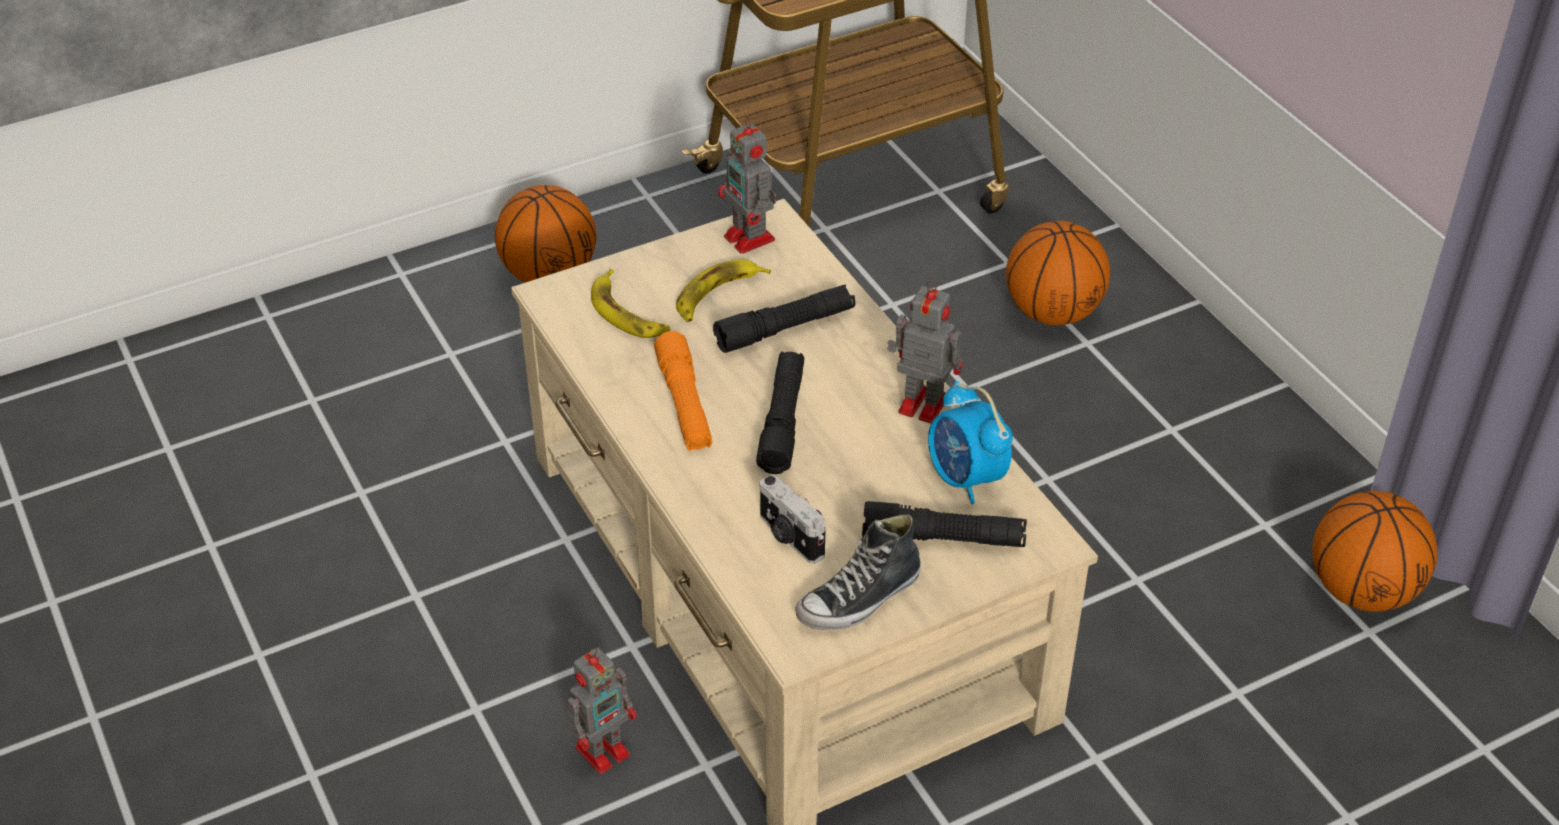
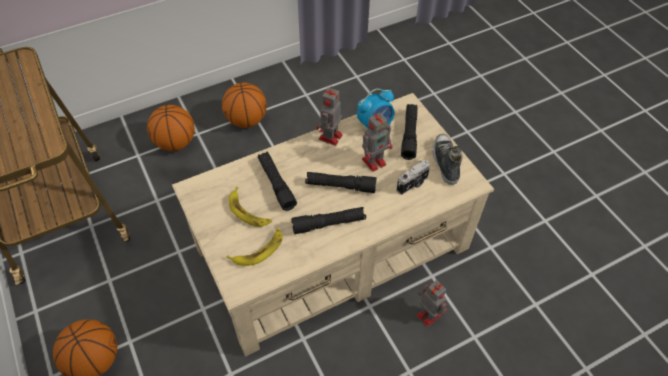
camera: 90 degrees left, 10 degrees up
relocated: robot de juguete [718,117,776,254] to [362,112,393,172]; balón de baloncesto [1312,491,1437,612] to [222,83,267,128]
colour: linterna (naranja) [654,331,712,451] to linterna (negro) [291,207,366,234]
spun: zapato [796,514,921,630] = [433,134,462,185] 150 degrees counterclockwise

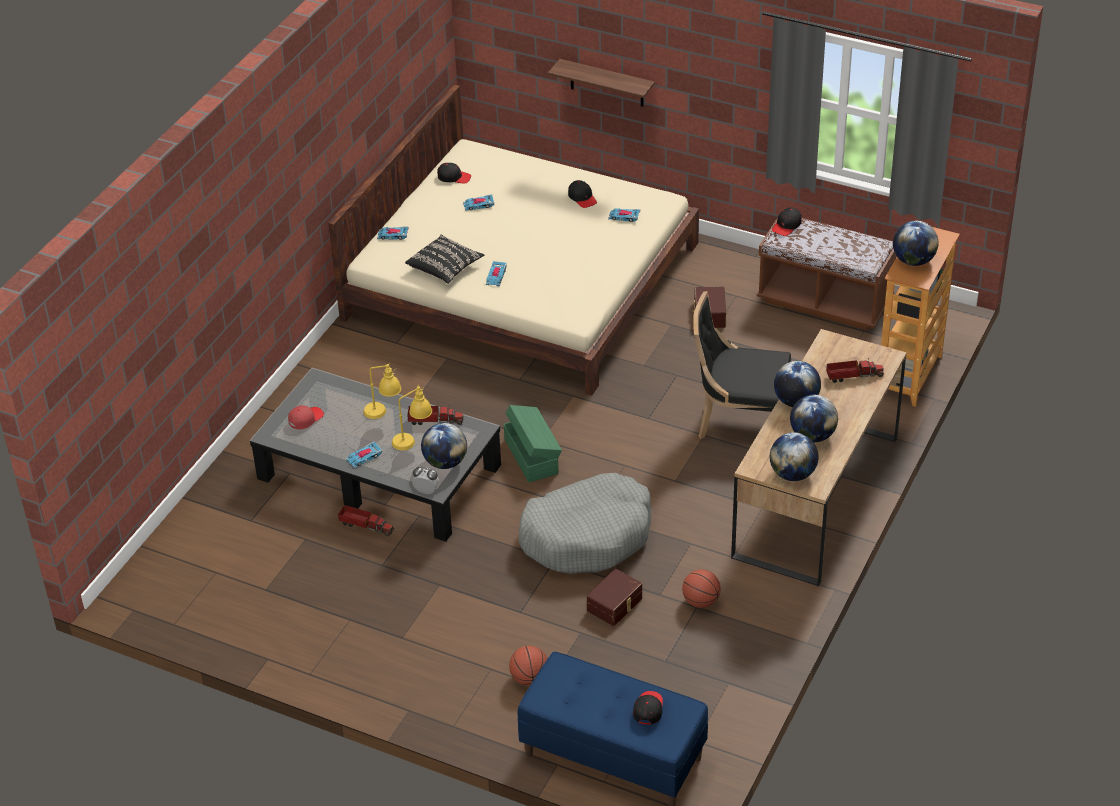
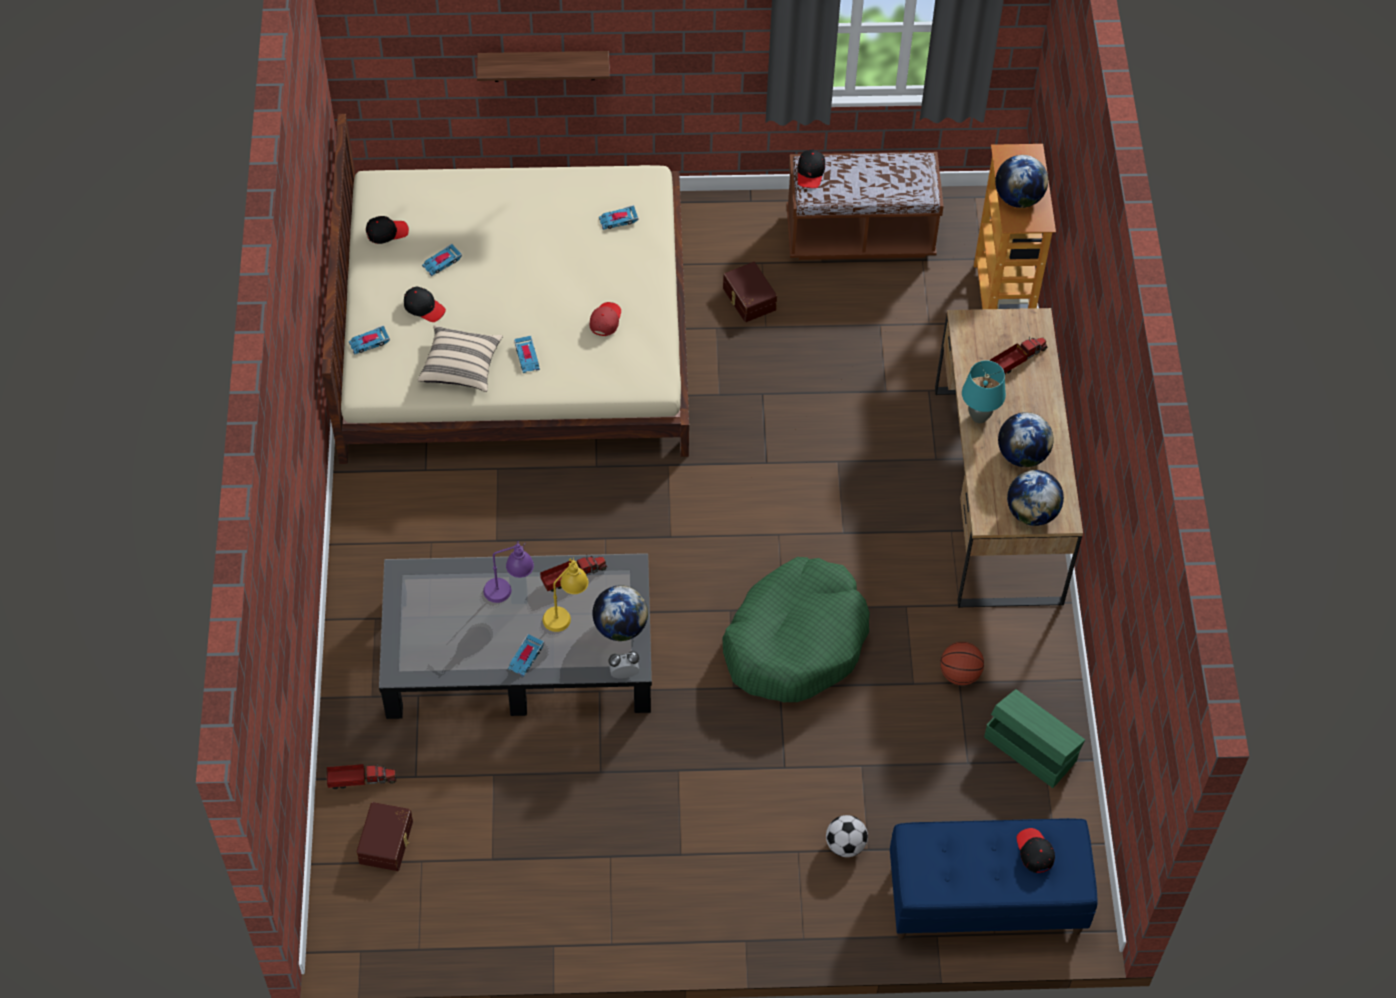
camera: 30 degrees left, 15 degrees up
missing: silla (negro) [693,291,791,439]
relocated: gorra (rojo) [288,405,324,429] to [590,302,621,336]; camión de juguete [338,505,394,536] to [326,764,396,789]; caja de almacenaje (verde) [504,405,562,483] to [984,689,1085,788]; gorra (negro) [568,180,597,208] to [404,287,446,322]; caja de almacenaje (marrón) [587,569,642,626] to [357,802,413,871]
exchanged: balón de baloncesto [509,646,547,686] to balón de fútbol [826,815,868,857]; globo terráqueo [774,361,821,407] to lámpara de mesa (turquesa) [962,360,1006,423]
colour: lámpara de mesa (amarillo) [363,363,401,419] to lámpara de mesa (morado) [483,541,534,603]; cojín (negro) [405,234,484,284] to cojín (beis) [418,325,503,392]; cama para perro (gris) [518,473,651,574] to cama para perro (verde) [722,557,870,702]

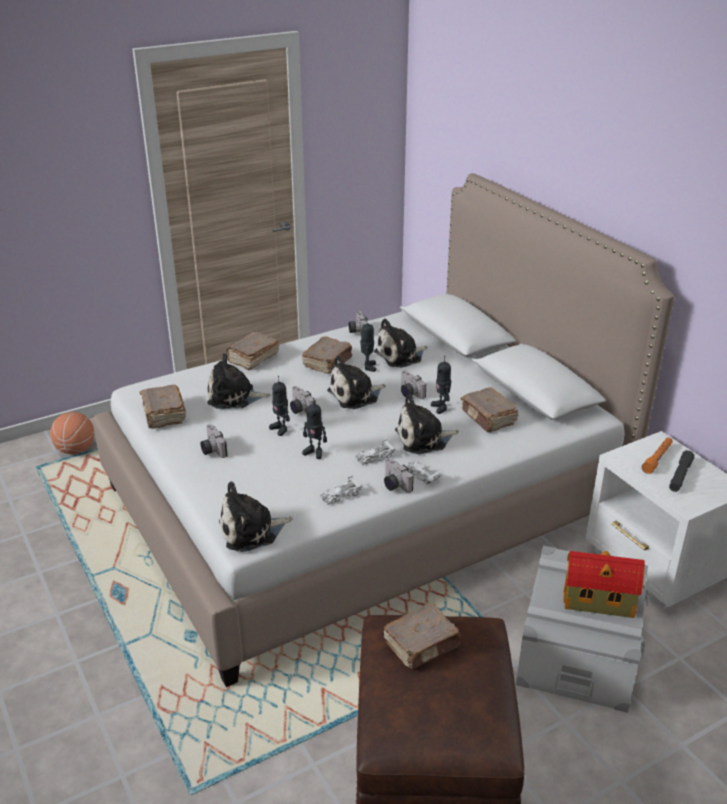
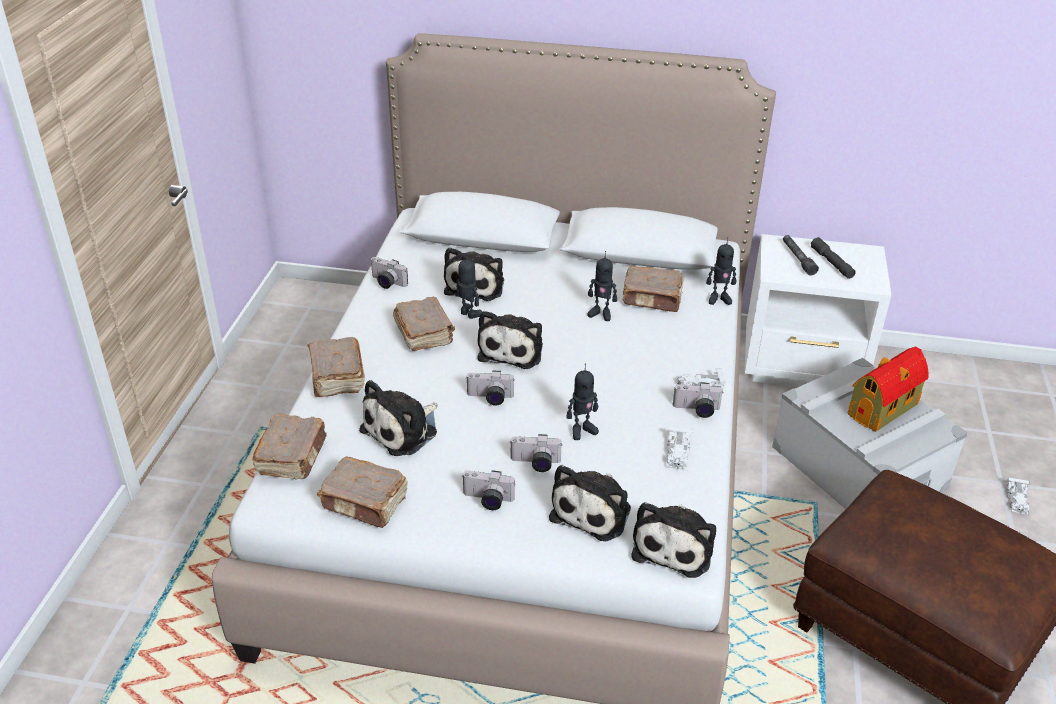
camera: 50 degrees left, 5 degrees up
missing: balón de baloncesto [50,412,94,454]
relocated: robot de juguete [269,376,290,436] to [706,237,736,305]; coche de juguete (blanco) [356,440,395,465] to [1007,477,1030,514]; libro (marrón) [384,604,461,669] to [252,414,327,480]; peluche [395,394,459,454] to [549,465,631,541]; cámara [401,371,426,399] to [510,434,562,472]
colour: linterna (naranja) [642,437,673,474] to linterna (gris) [783,235,819,276]

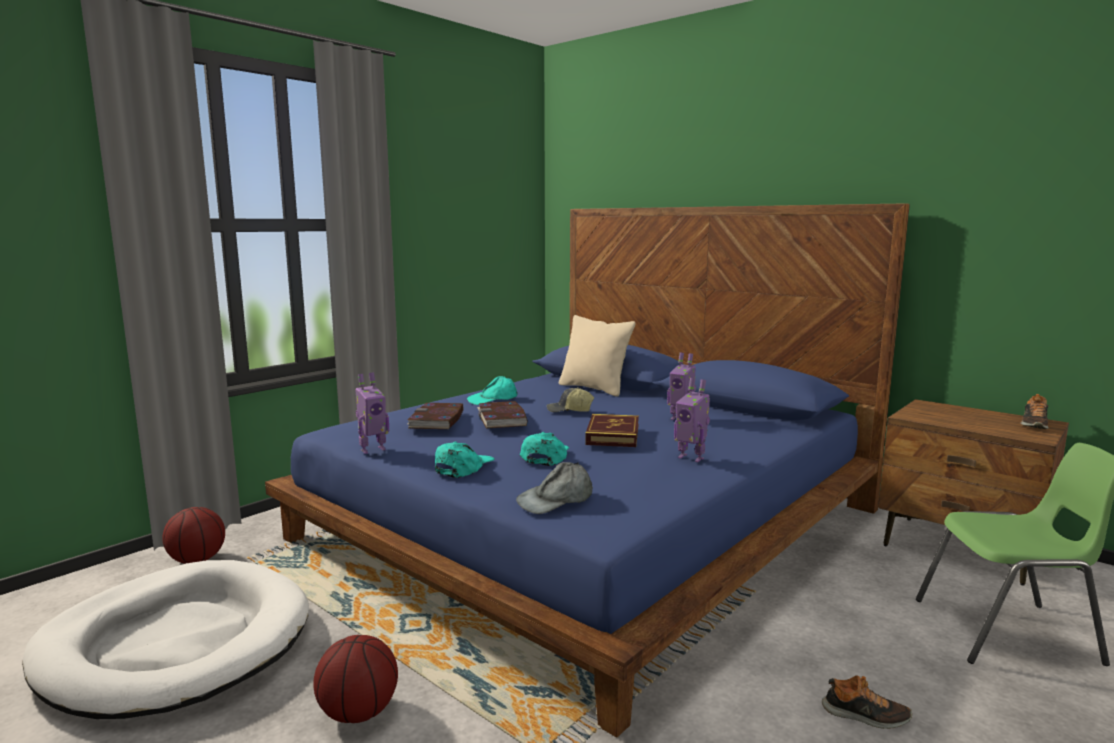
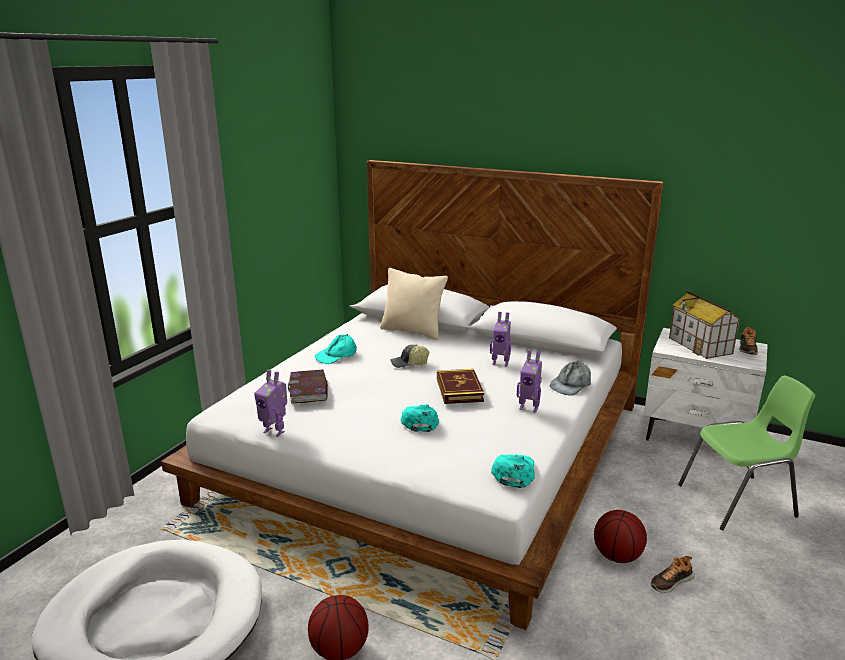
camera: 15 degrees left, 10 degrees up
missing: libro [477,401,528,428]
appeared: casita [669,291,741,359]
relocated: balón de baloncesto [162,507,225,564] to [594,510,647,563]; gorra (turquesa) [435,442,495,478] to [491,455,535,488]; gorra (gris) [516,462,593,514] to [550,361,591,396]
colour: cama (azul) [265,203,910,737] to cama (blanco) [161,160,664,630]; mesita de noche (marrón) [878,399,1069,586] to mesita de noche (blanco) [644,328,768,441]
spun: robot de juguete [355,372,389,454] = [254,370,287,437] 75 degrees clockwise; zapato [822,675,912,729] = [651,556,694,593] 150 degrees clockwise

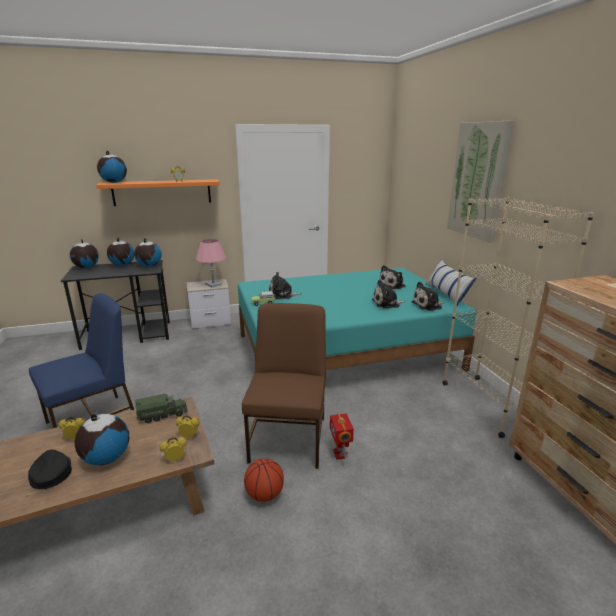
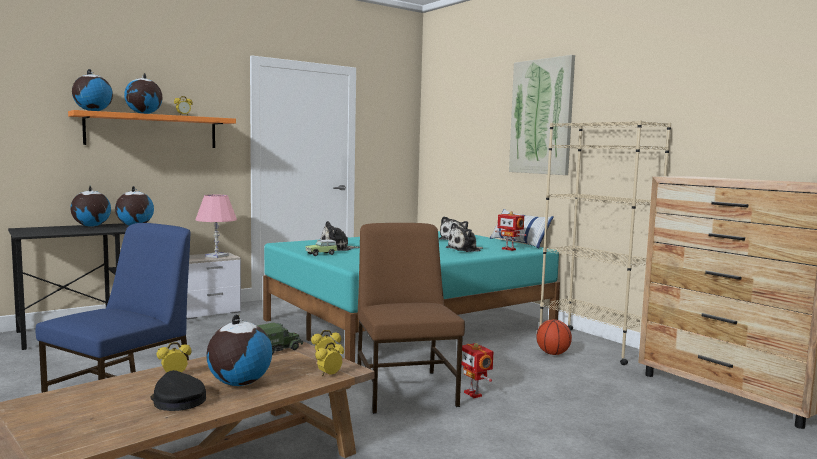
camera: 20 degrees left, 15 degrees down
relocated: globo terráqueo [70,239,99,268] to [124,73,162,114]; balón de baloncesto [244,458,284,502] to [536,319,572,355]
exchanged: peluche [411,282,444,311] to robot de juguete [495,211,526,251]

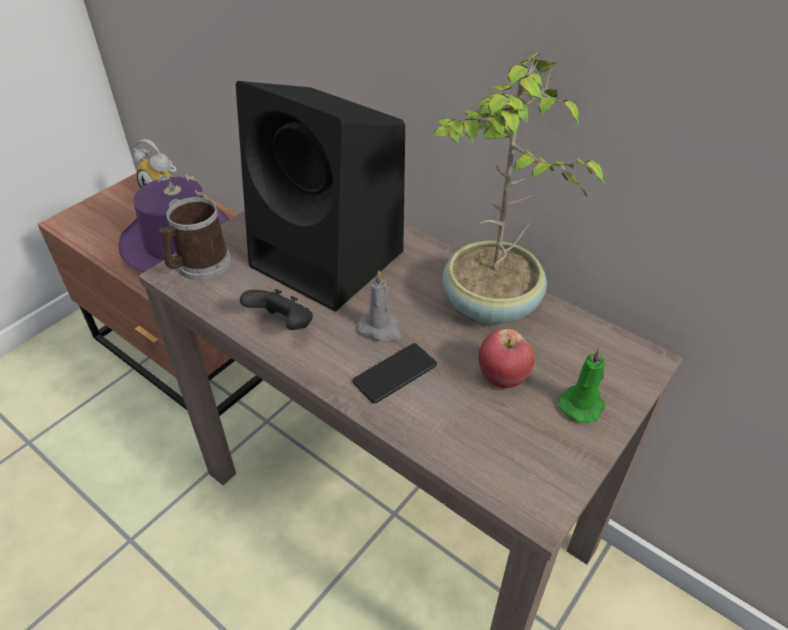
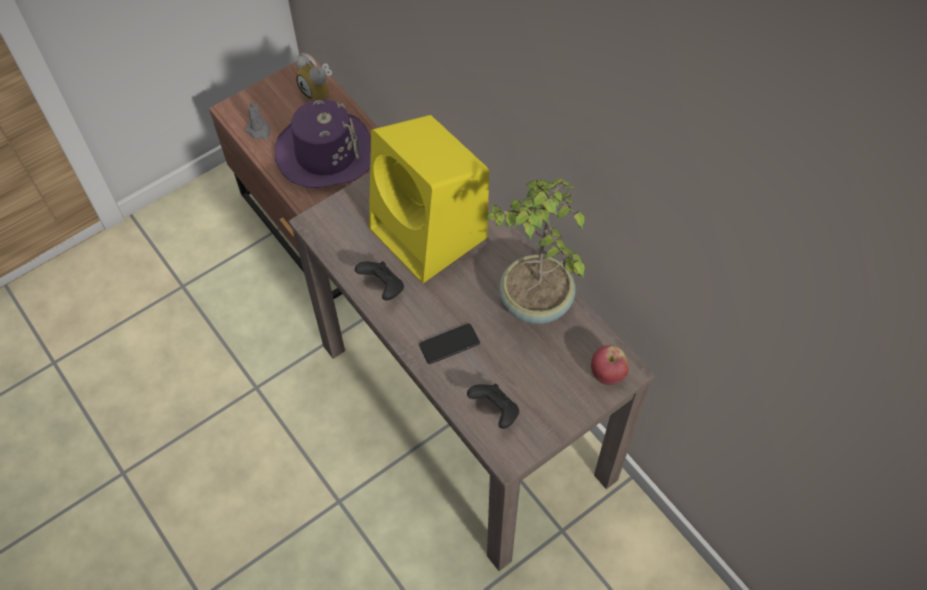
camera: 15 degrees right, 15 degrees up
missing: taza grande [158,197,231,280]; vela (verde) [558,347,606,424]
appeared: mando de consola (negro) [467,384,519,429]
relocated: vela (gris) [358,270,402,341] to [246,100,271,140]; manzana [478,329,534,388] to [591,345,629,385]
colour: altavoz (negro) [236,81,405,311] to altavoz (amarillo) [369,115,489,284]

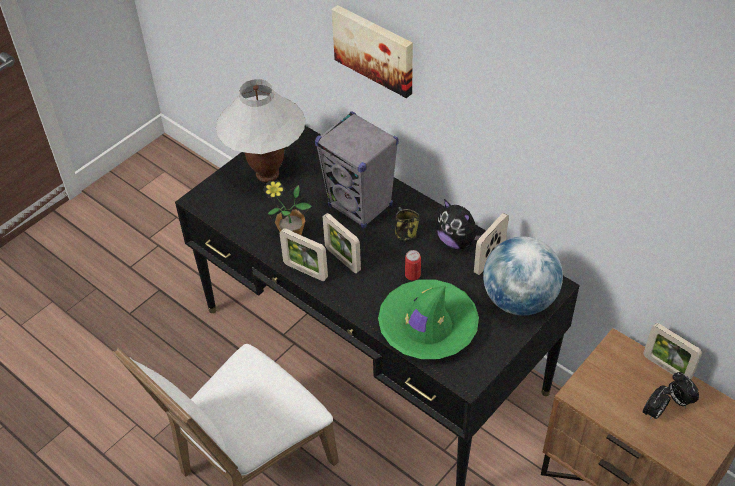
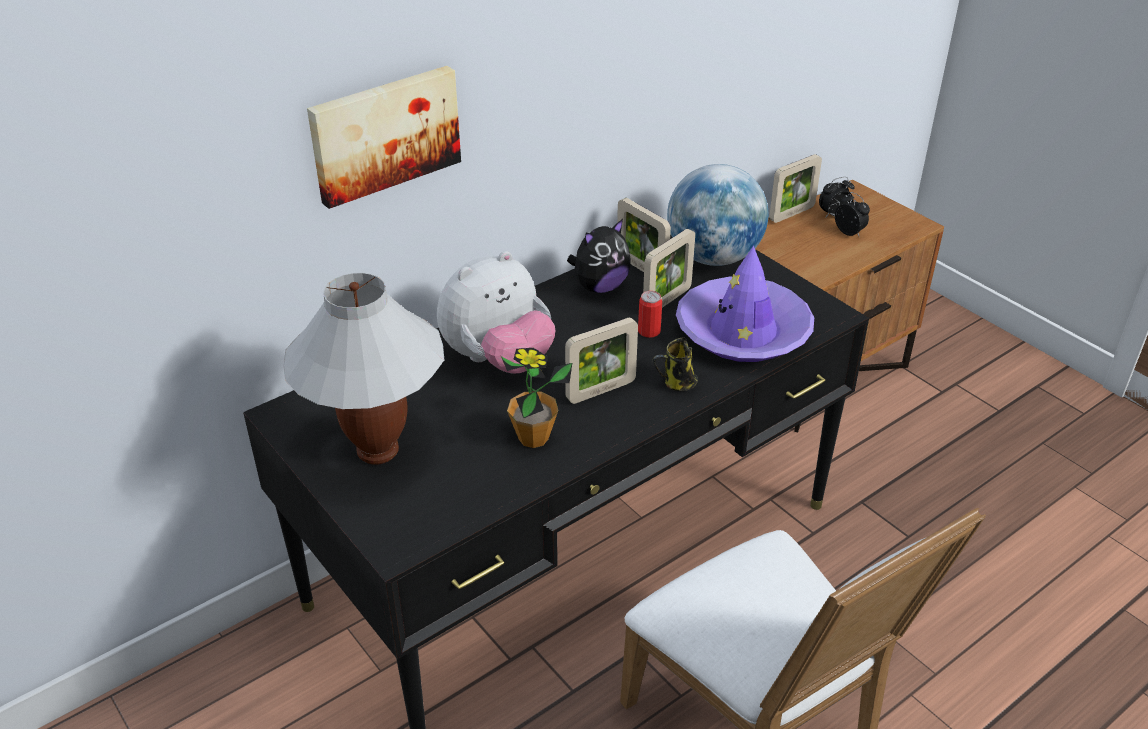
camera: 80 degrees left, 10 degrees down
relocated: portarretratos [280,228,328,281] to [643,229,695,308]; taza grande [395,207,419,241] to [652,337,698,391]
exchanged: altavoz (gris) [315,111,399,229] to peluche [437,251,556,374]
colour: sombrero (verde) [378,279,479,359] to sombrero (morado) [676,246,814,362]

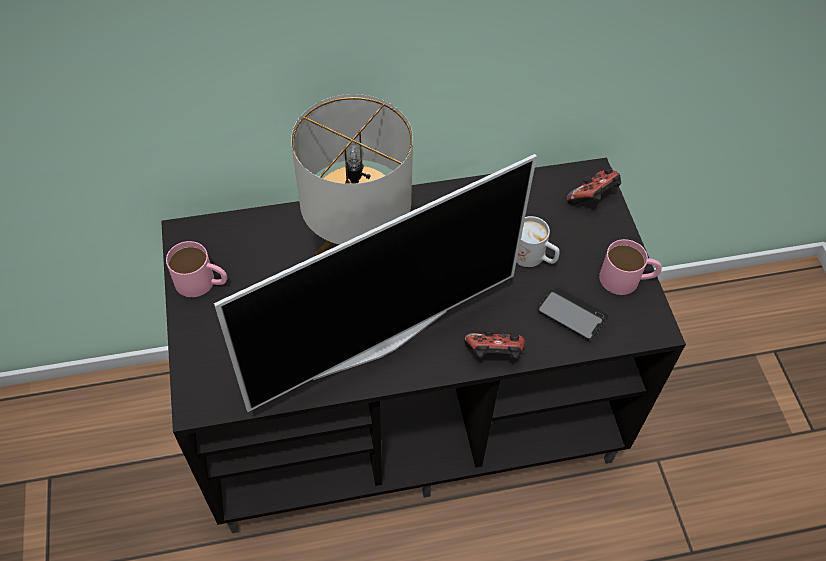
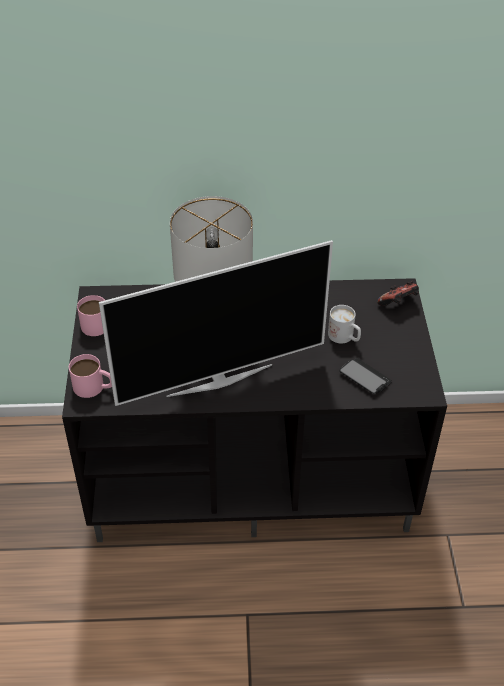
camera: 10 degrees right, 10 degrees down
missing: mando de consola [464,329,525,359]
relocated: taza grande (rosa) [599,239,662,295] to [69,354,112,398]

